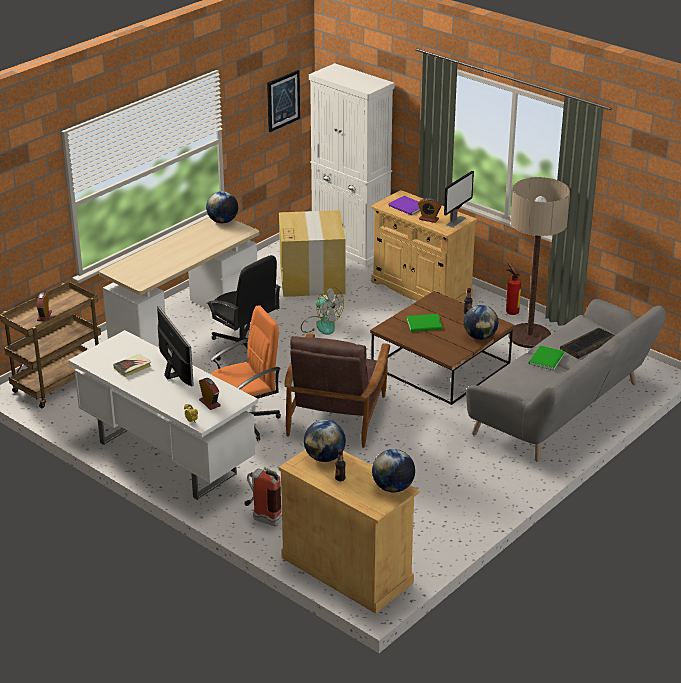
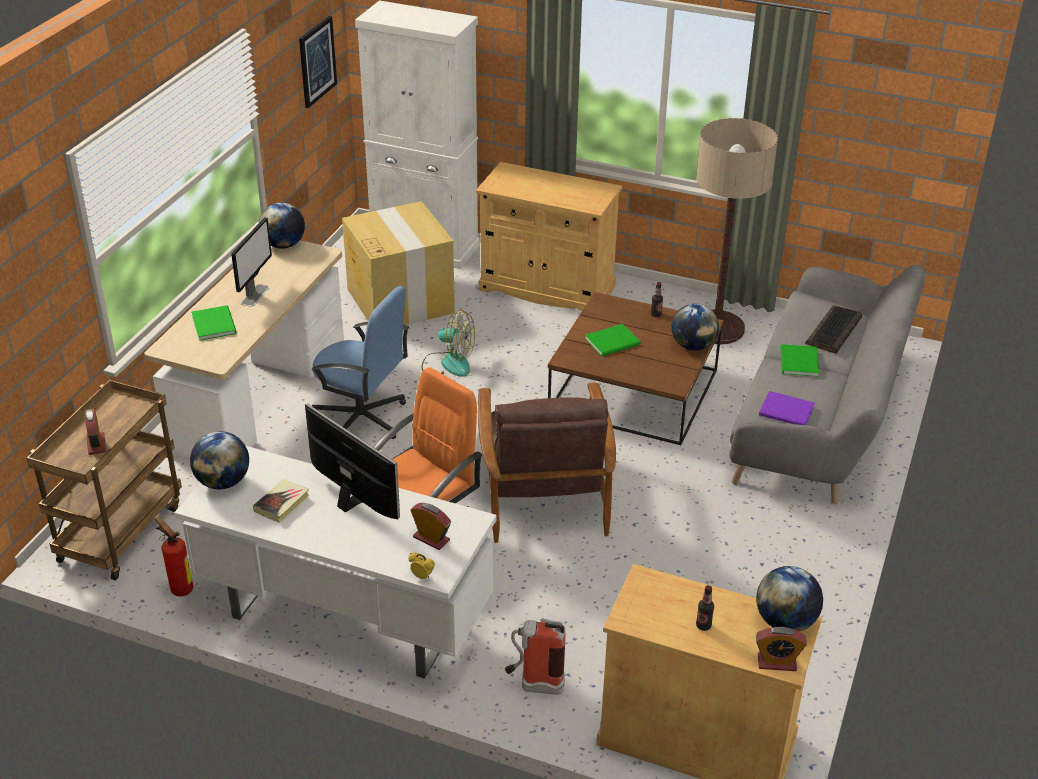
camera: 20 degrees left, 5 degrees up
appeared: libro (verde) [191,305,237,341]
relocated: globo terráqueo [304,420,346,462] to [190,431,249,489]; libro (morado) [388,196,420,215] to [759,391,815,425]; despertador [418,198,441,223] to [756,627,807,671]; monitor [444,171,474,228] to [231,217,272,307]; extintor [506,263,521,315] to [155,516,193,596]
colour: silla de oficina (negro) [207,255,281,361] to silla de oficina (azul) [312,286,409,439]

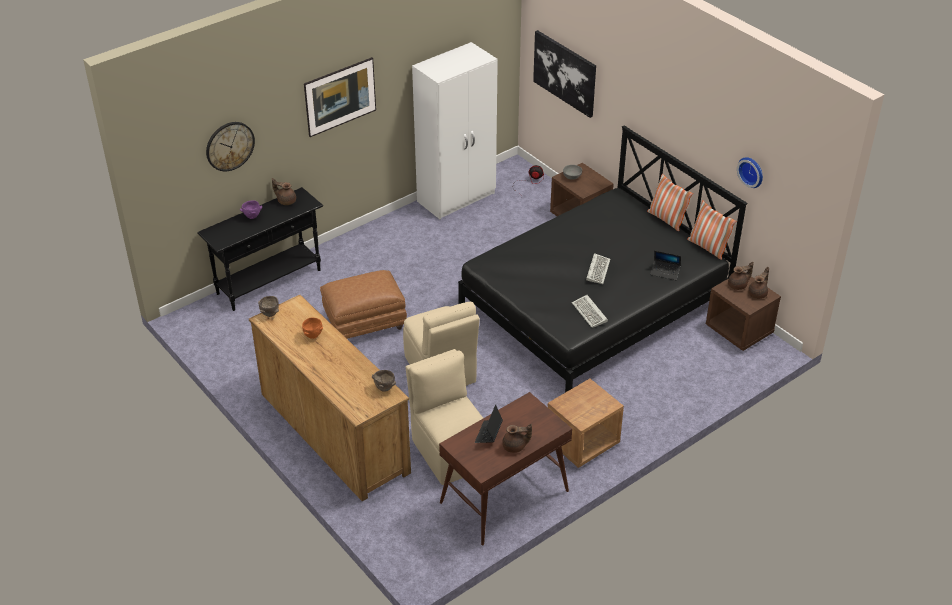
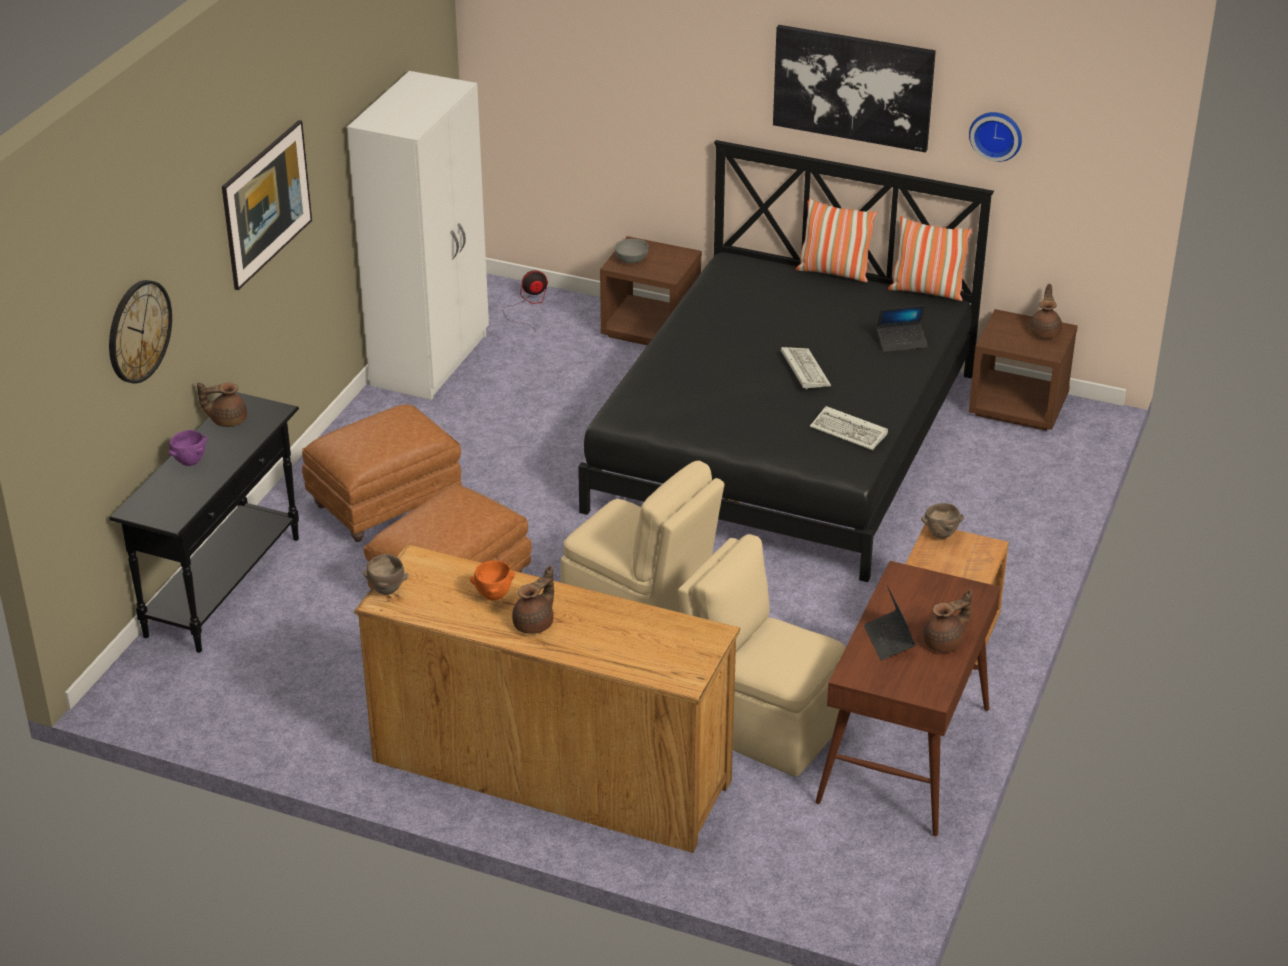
camera: 30 degrees left, 5 degrees down
appeared: puf (marrón) [302,404,462,542]
relocated: cuenco (marrón) [372,370,396,392] to [921,503,964,539]; cuadro [533,30,596,118] to [773,25,936,152]; tetera (marrón) [728,262,754,290] to [512,565,554,634]

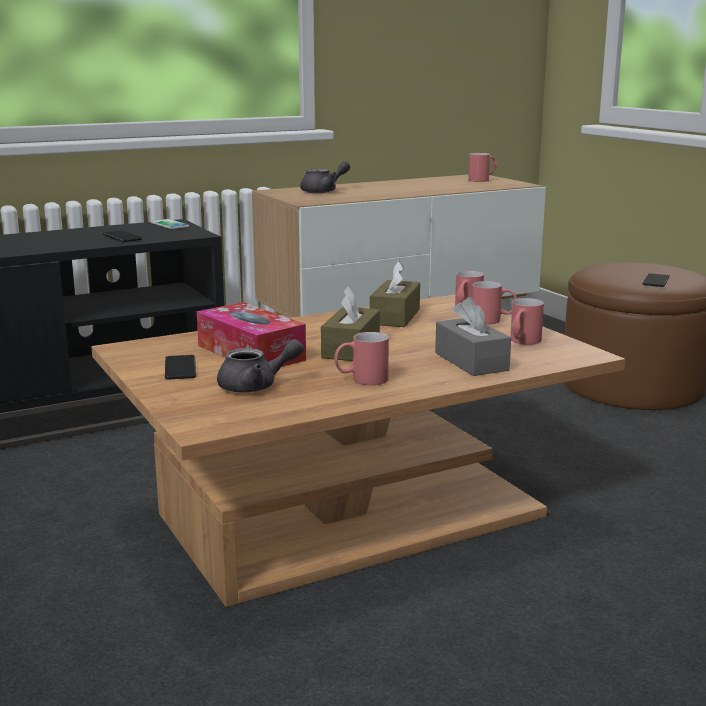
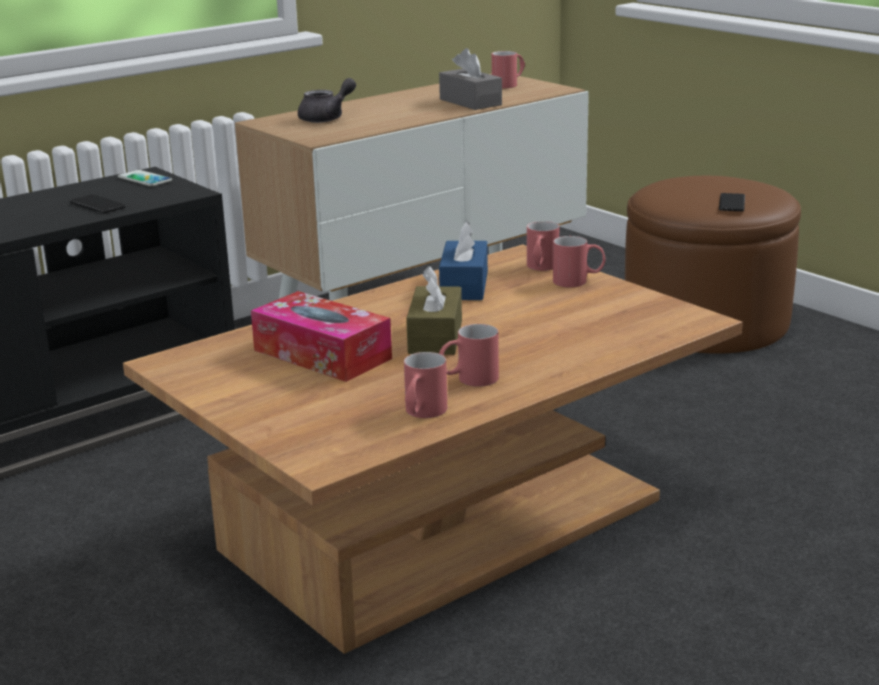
camera: 10 degrees left, 5 degrees up
missing: móvil [165,355,196,380]; tetera (gris) [217,339,304,393]
relocated: caja de pañuelos (gris) [435,297,511,376] to [439,48,502,110]; taza grande (rojo) [510,298,544,345] to [404,352,447,418]
colour: caja de pañuelos (marrón) [370,261,420,327] to caja de pañuelos (azul) [439,221,488,300]

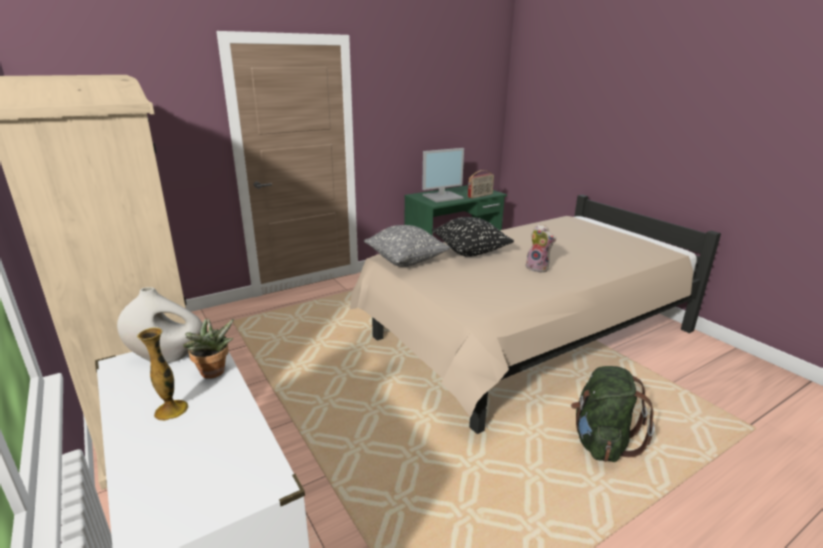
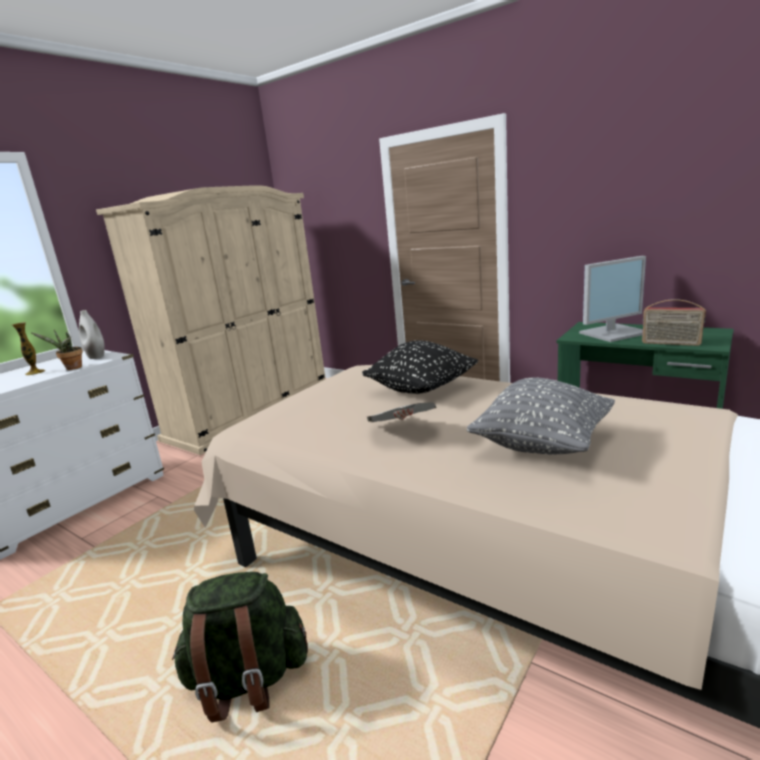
camera: 70 degrees right, 5 degrees down
relocated: cojín (gris) [364,225,451,267] to [467,378,615,454]
exchanged: peluche [525,224,556,273] to periódico [367,403,436,422]
spun: monitor [422,148,464,202] = [579,256,646,342] 60 degrees counterclockwise

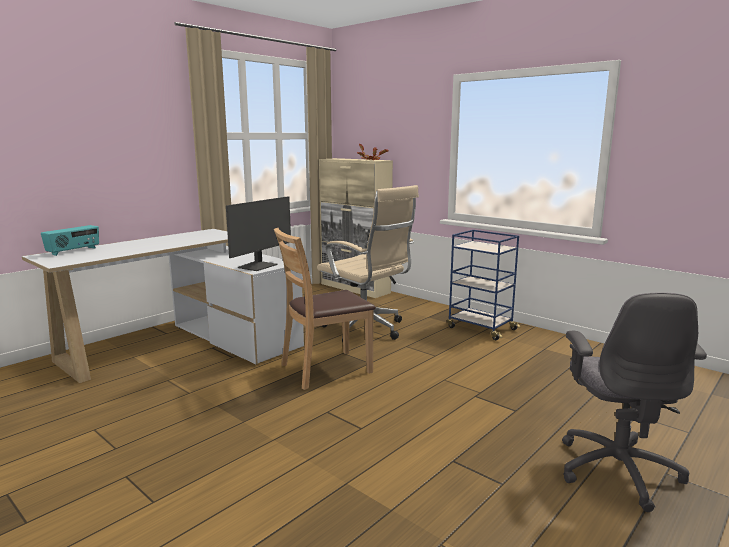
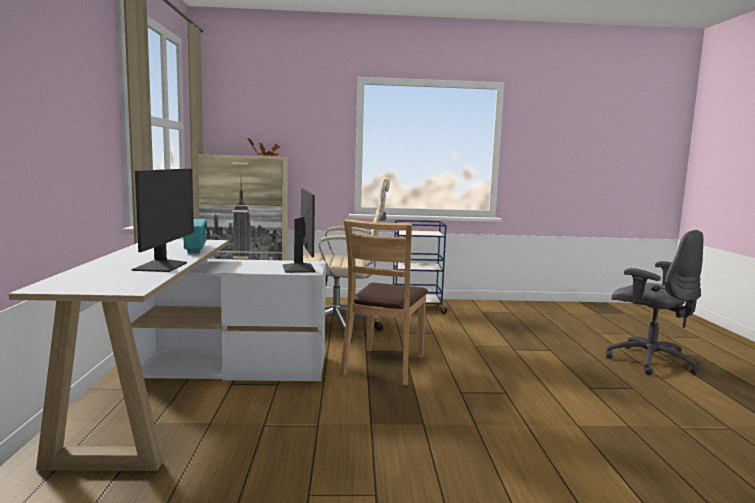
camera: 45 degrees left, 5 degrees down
appeared: monitor [131,168,194,272]
relocated: radio [41,225,99,256] to [183,219,208,253]

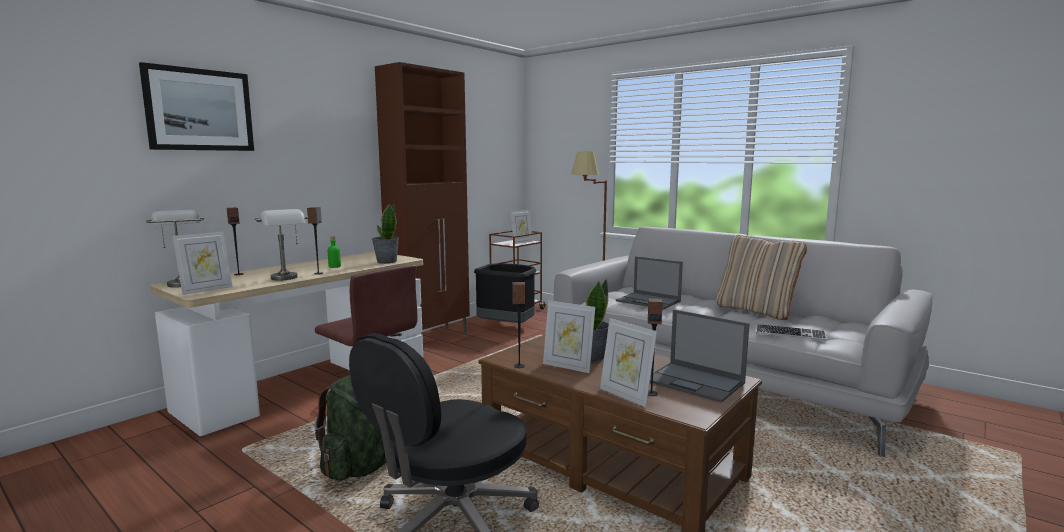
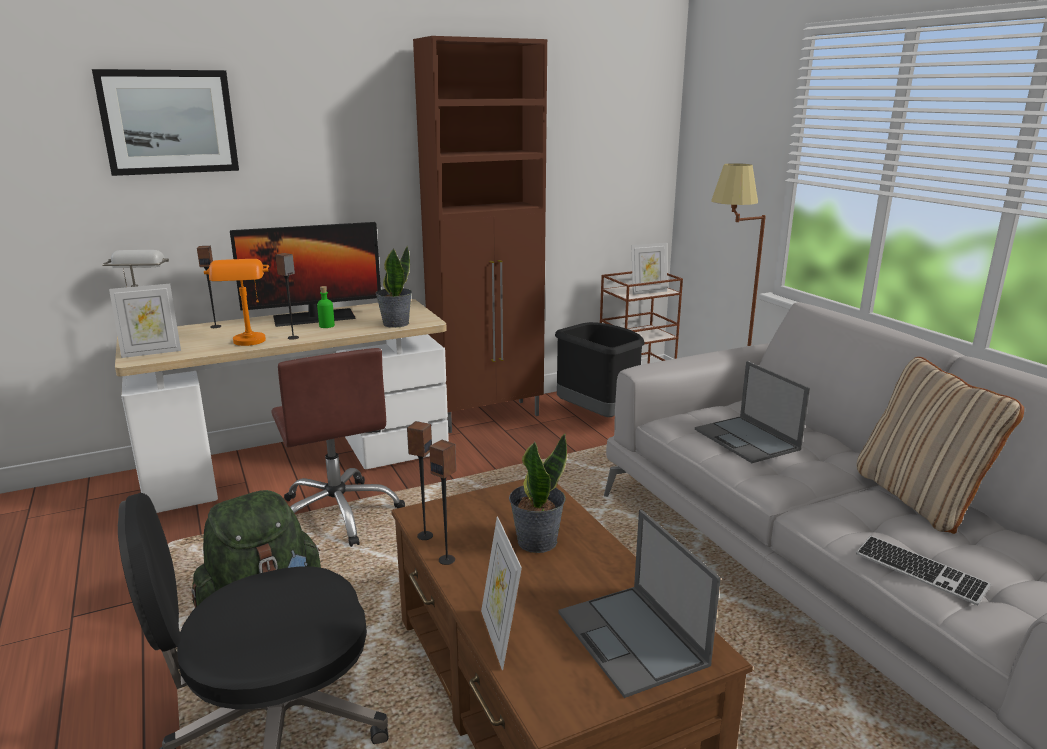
camera: 25 degrees right, 10 degrees up
missing: portarretratos [543,300,595,373]
appeared: monitor [230,222,381,327]
relocated: altavoz [648,298,662,396] to [429,440,456,565]
colour: lámpara de mesa (gris) [255,209,308,281] to lámpara de mesa (naranja) [204,259,269,346]

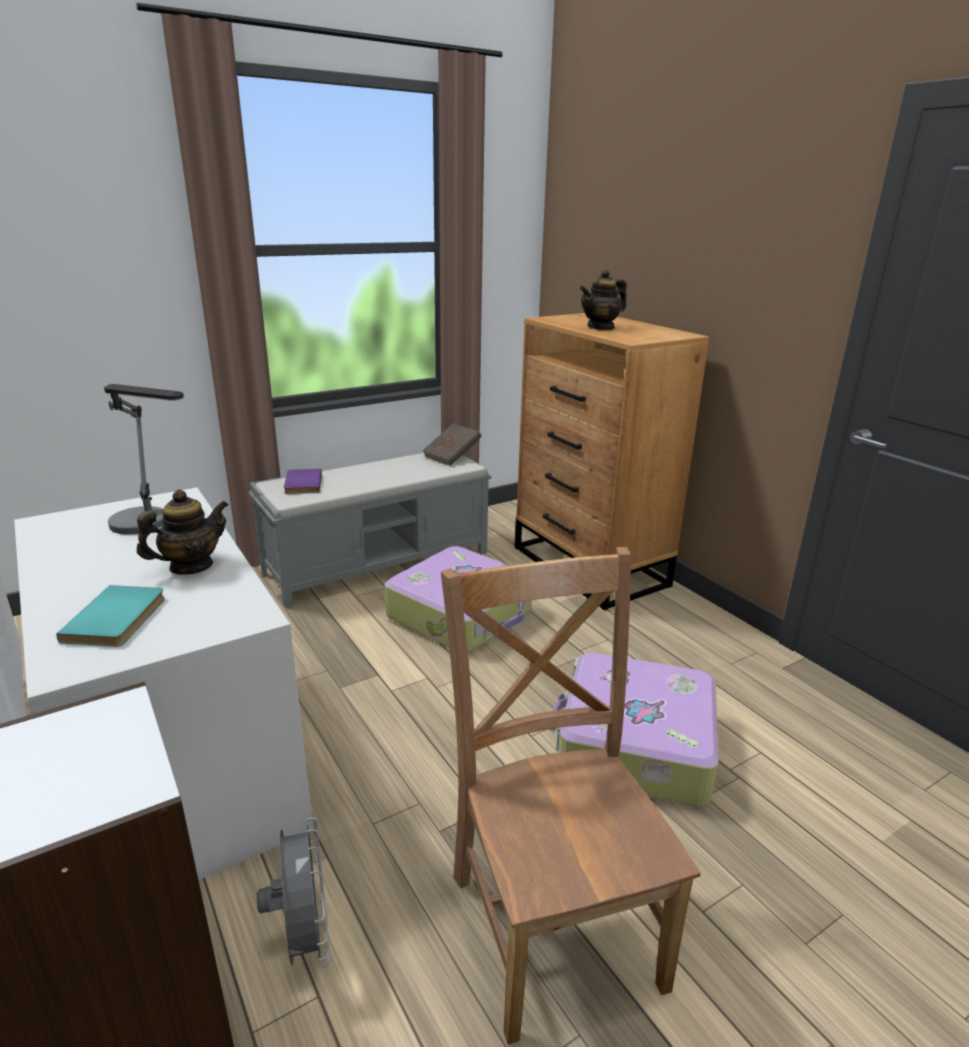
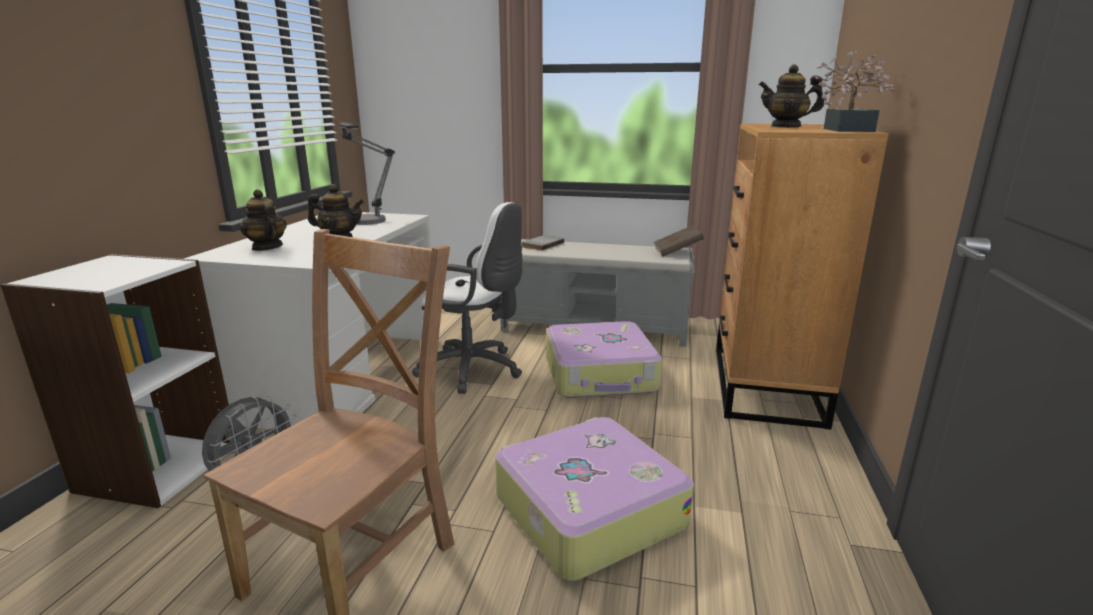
camera: 45 degrees right, 5 degrees down
appeared: silla de oficina (blanco) [412,202,523,394]; planta en maceta [815,51,894,132]
exchanged: libro (turquesa) [56,585,165,647] to tetera [240,189,287,251]
colour: libro (morado) [284,469,322,494] to libro (gris) [521,235,564,251]

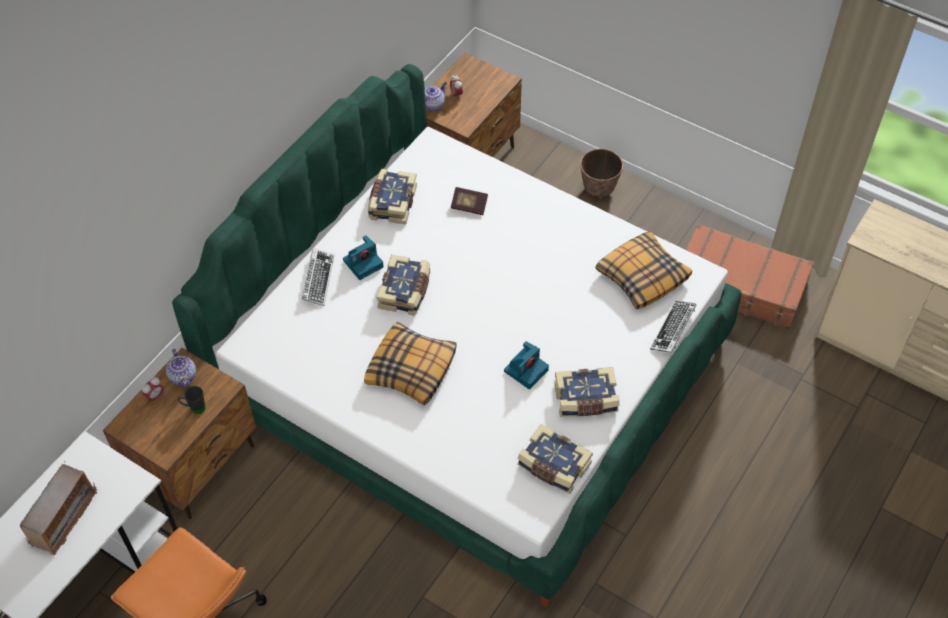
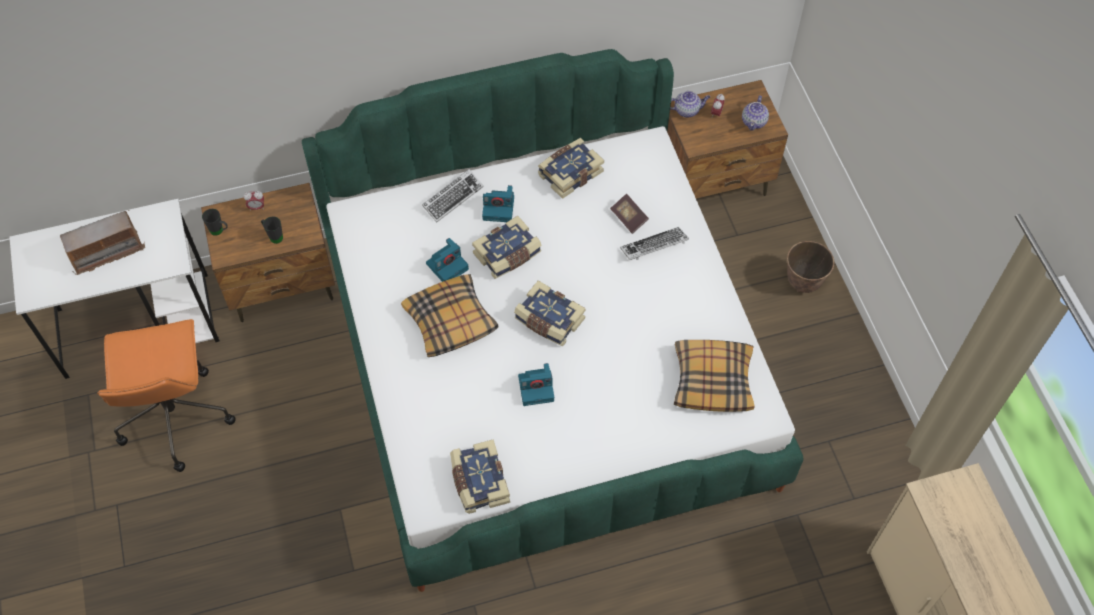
camera: 40 degrees right, 5 degrees up
missing: maleta (marrón) [686,224,814,329]
appeared: taza grande (negro) [202,209,228,236]; cámara [426,238,469,282]
relocated: tetera [166,349,196,387] to [742,95,769,130]; libro [554,367,620,417] to [514,280,586,346]; teclado [650,301,696,353] to [620,227,689,260]

